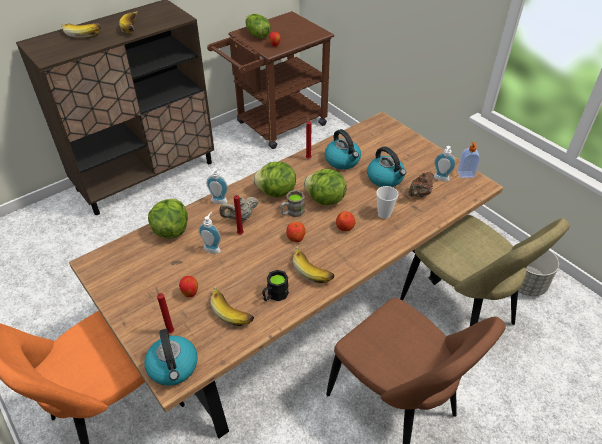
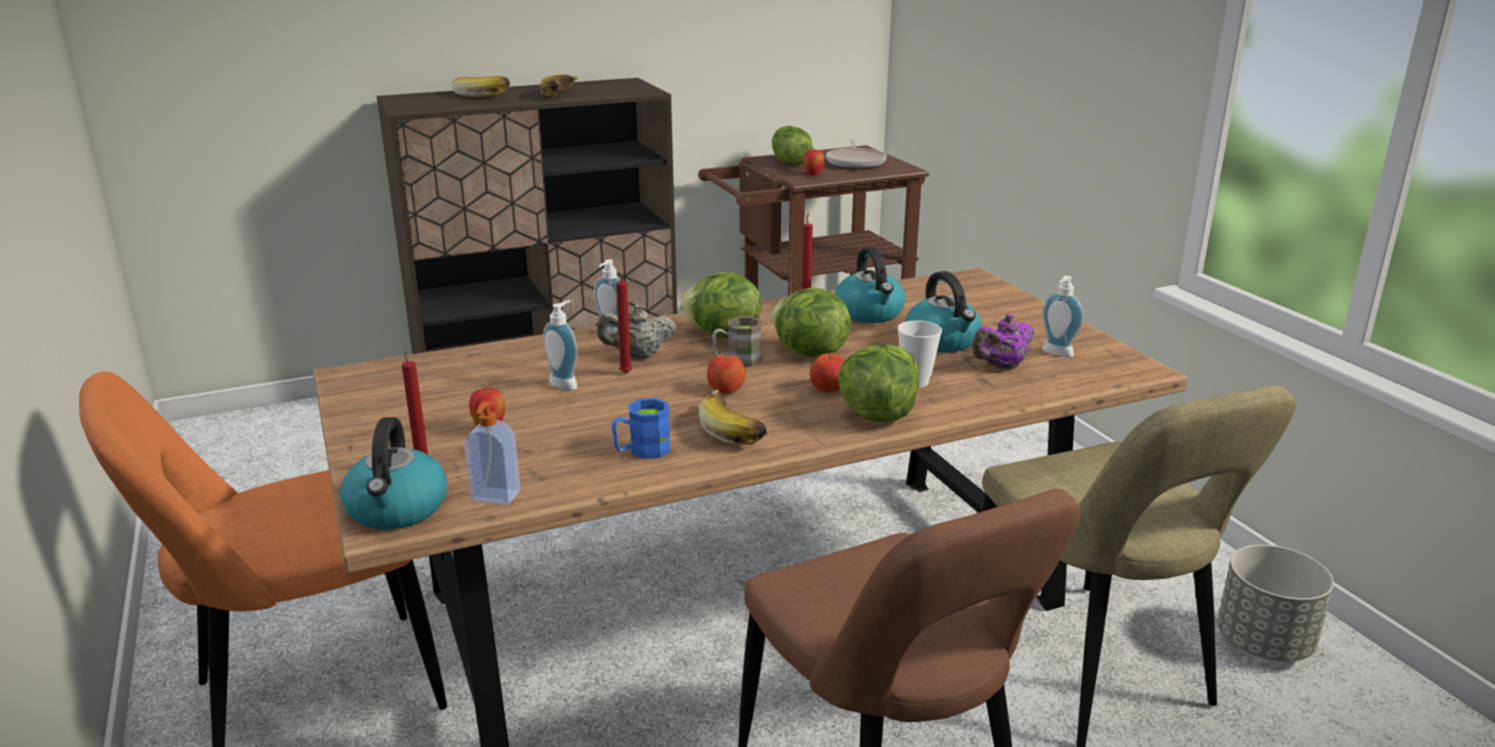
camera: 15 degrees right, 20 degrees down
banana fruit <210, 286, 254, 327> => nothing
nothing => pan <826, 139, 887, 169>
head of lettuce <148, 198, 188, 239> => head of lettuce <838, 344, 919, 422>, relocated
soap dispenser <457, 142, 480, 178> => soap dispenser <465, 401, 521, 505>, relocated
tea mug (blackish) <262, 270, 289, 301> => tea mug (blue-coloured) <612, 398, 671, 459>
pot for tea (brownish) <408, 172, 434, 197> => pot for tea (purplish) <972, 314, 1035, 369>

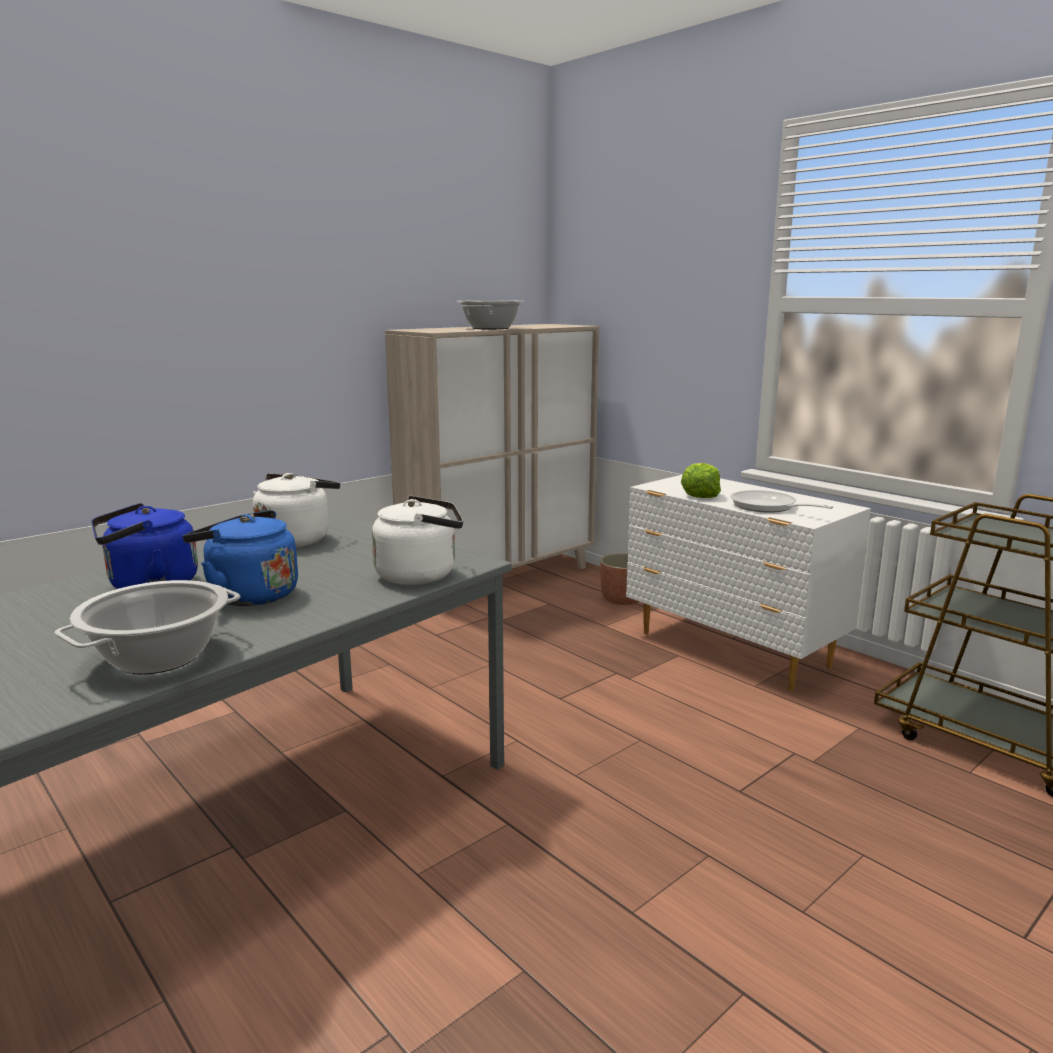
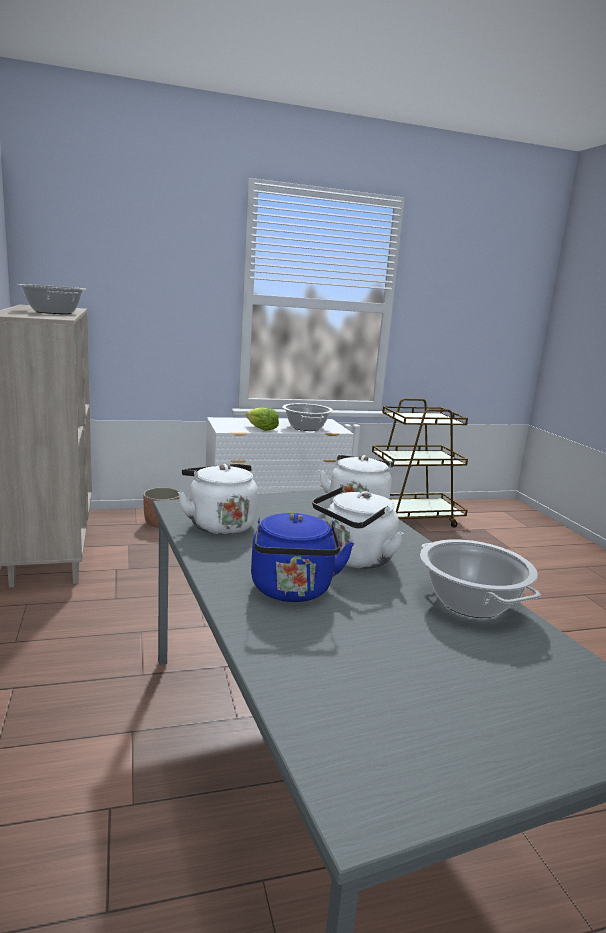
camera: 65 degrees left, 0 degrees up
pan <730, 490, 833, 513> => saucepot <282, 403, 333, 431>
tea kettle (blue-coloured) <182, 510, 298, 606> => tea kettle (white-coloured) <312, 487, 404, 569>

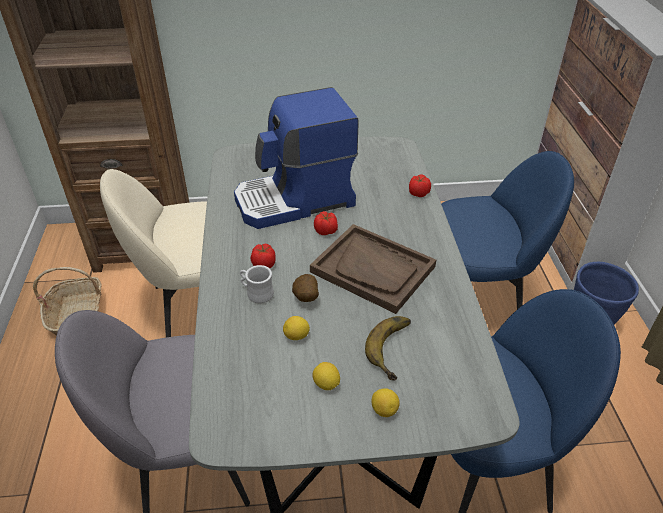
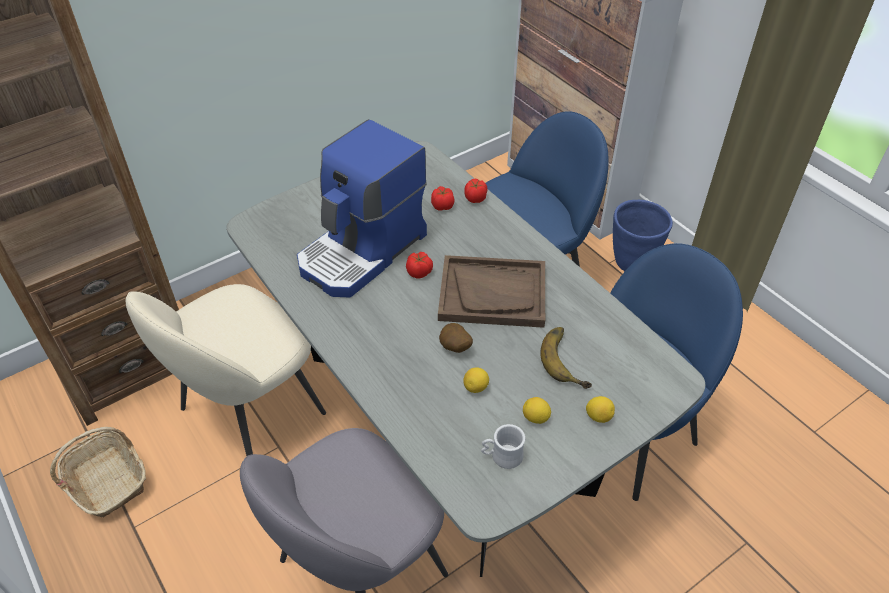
camera: 30 degrees left, 5 degrees up
tea mug (white-coloured) <240, 265, 274, 304> => tea mug (white-coloured) <481, 424, 525, 469>, relocated
tomato <251, 243, 276, 268> => tomato <431, 186, 454, 211>, relocated

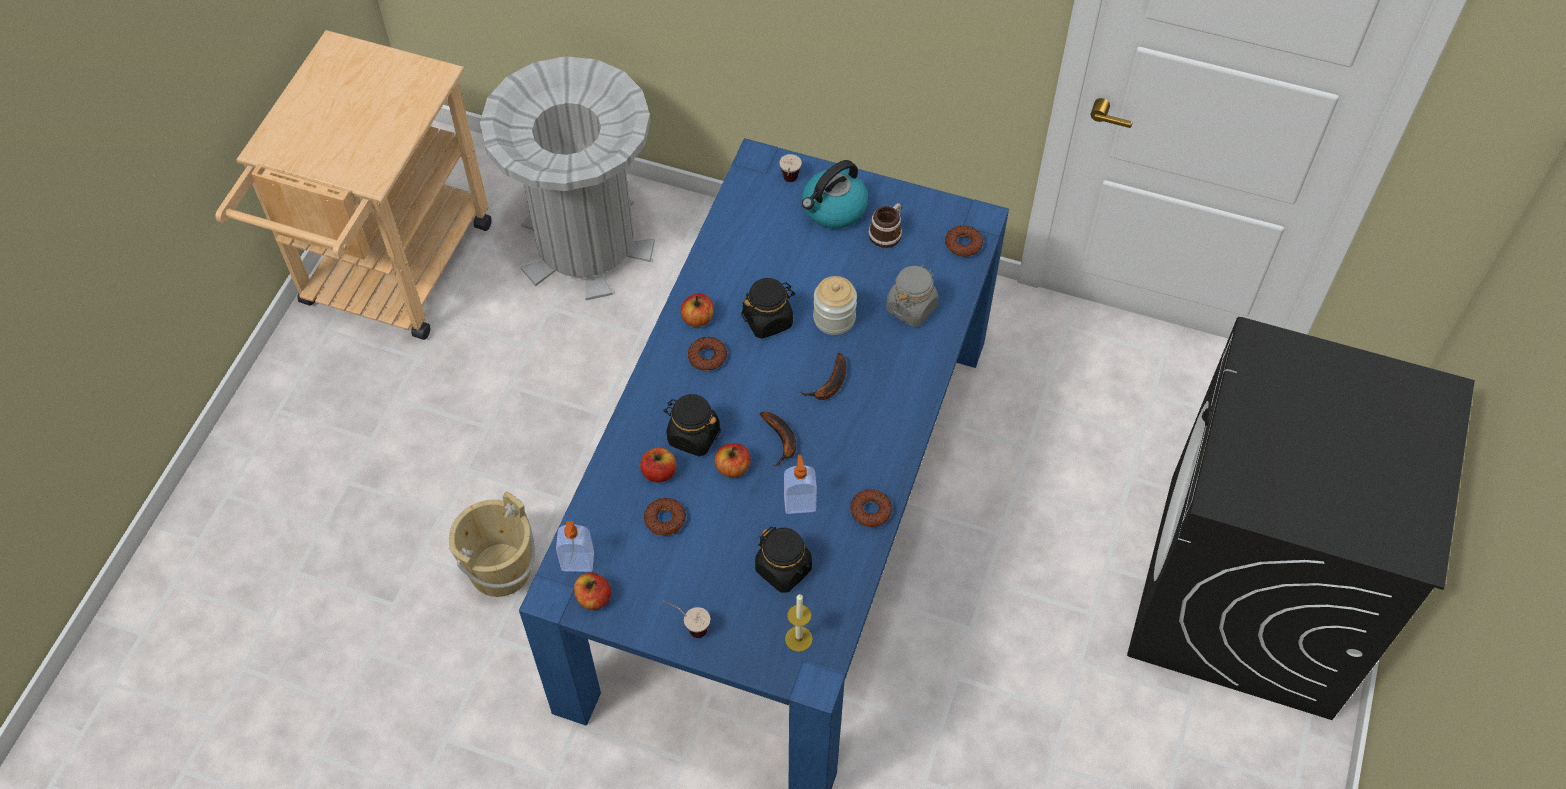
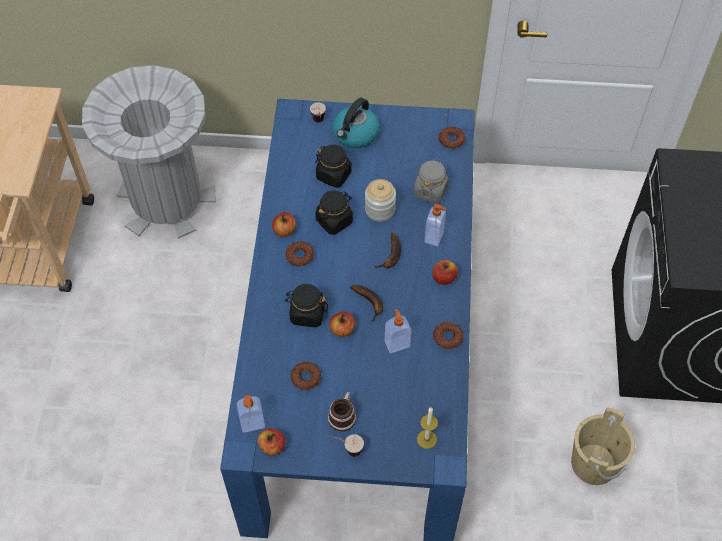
camera: 15 degrees left, 0 degrees up
nothing => soap dispenser <424, 204, 446, 246>
bucket (beige-coloured) <449, 492, 535, 597> => bucket (beige-coloured) <571, 407, 635, 485>, relocated
apple fruit <640, 448, 677, 483> => apple fruit <432, 260, 458, 285>, relocated
preserve jar (blackish) <755, 527, 812, 593> => preserve jar (blackish) <315, 145, 352, 188>, relocated
tea mug <868, 203, 902, 248> => tea mug <328, 392, 356, 432>, relocated

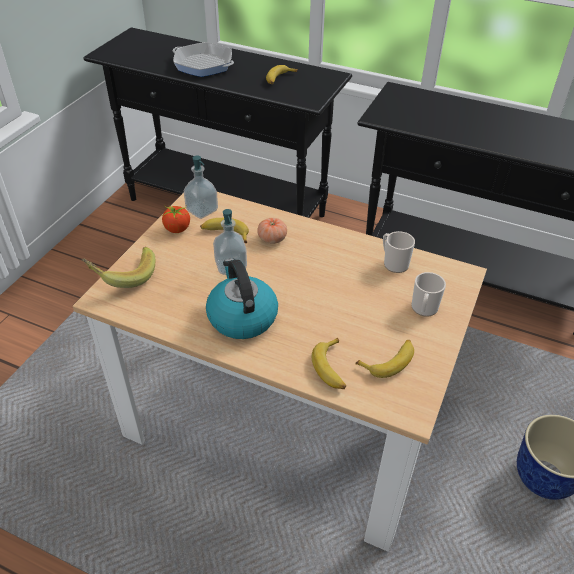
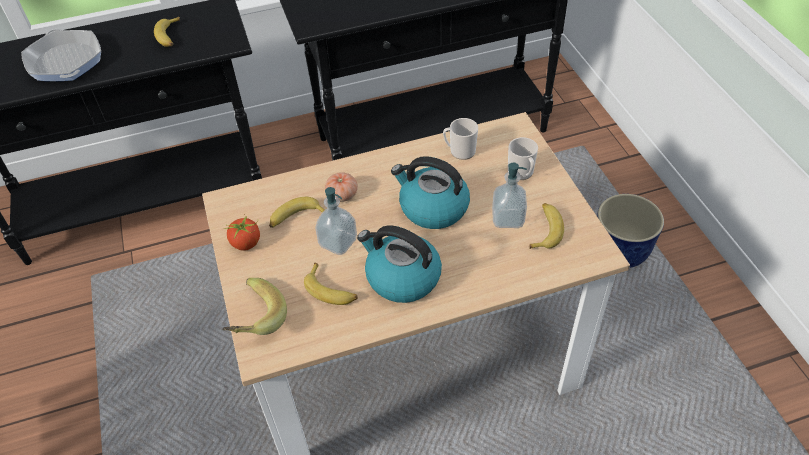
camera: 40 degrees left, 5 degrees up
nothing => tea kettle <391, 156, 470, 229>
soap dispenser <184, 155, 218, 219> => soap dispenser <492, 162, 527, 228>, relocated
banana fruit <312, 337, 346, 389> => banana fruit <304, 262, 358, 305>, relocated
pan <173, 42, 234, 77> => pan <21, 29, 101, 81>, 75 degrees clockwise

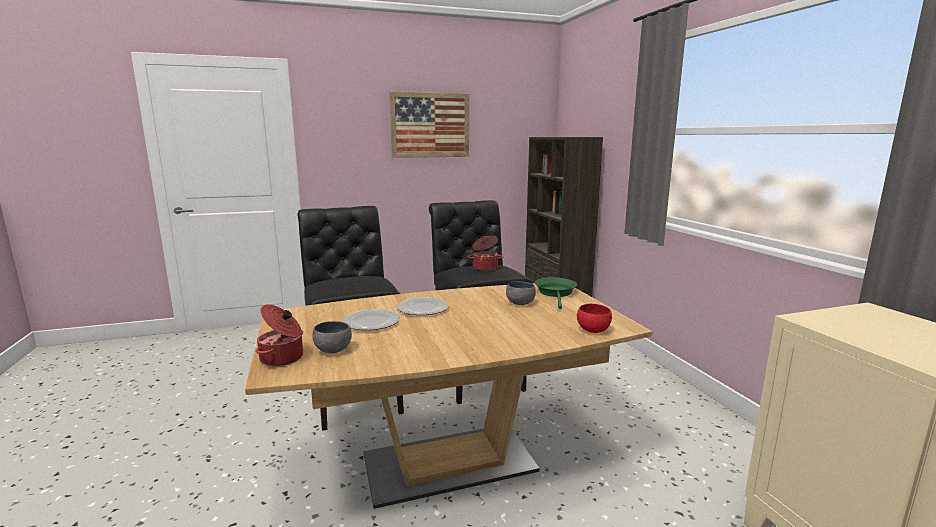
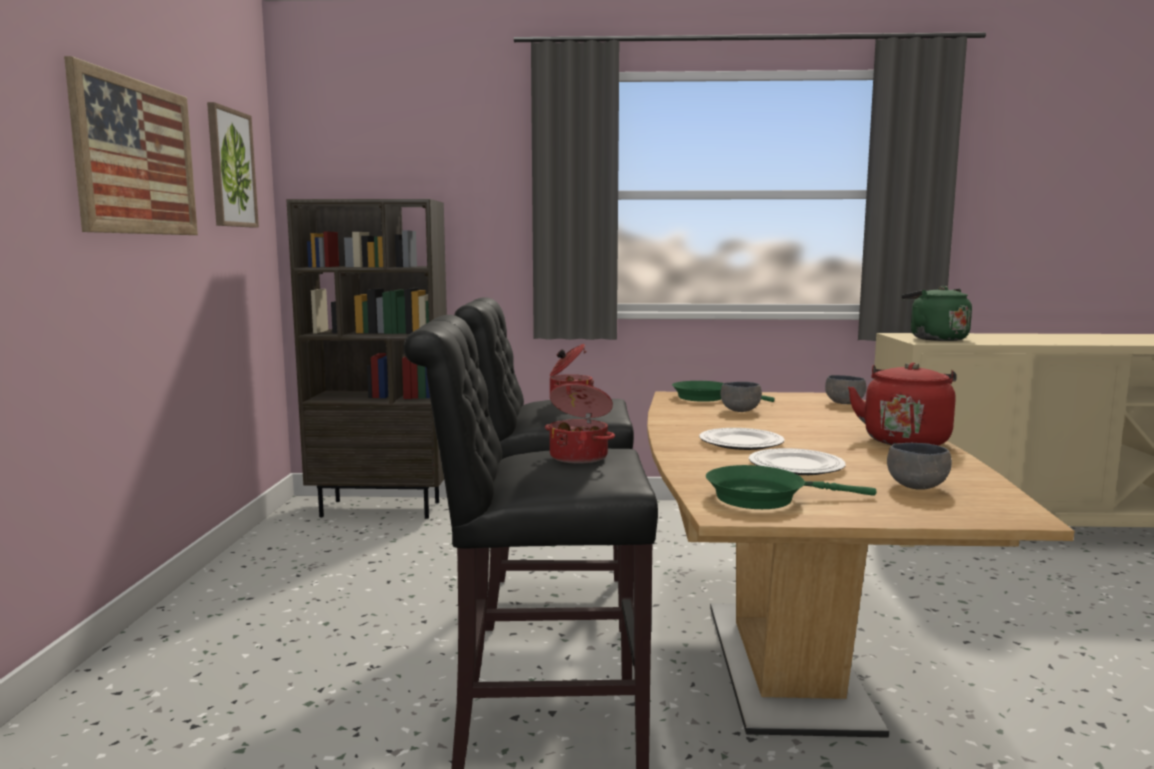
camera: 70 degrees left, 5 degrees down
nothing => wall art <207, 102, 259, 228>
nothing => pan (green) <706, 465, 877, 509>
nothing => tea kettle (red-coloured) <848, 362, 957, 446>
nothing => tea kettle (green) <901, 286, 972, 341>
saucepot <255, 304, 303, 366> => saucepot <545, 383, 615, 464>, relocated
serving bowl (red-coloured) <577, 304, 612, 333> => serving bowl (greyish) <825, 375, 866, 404>

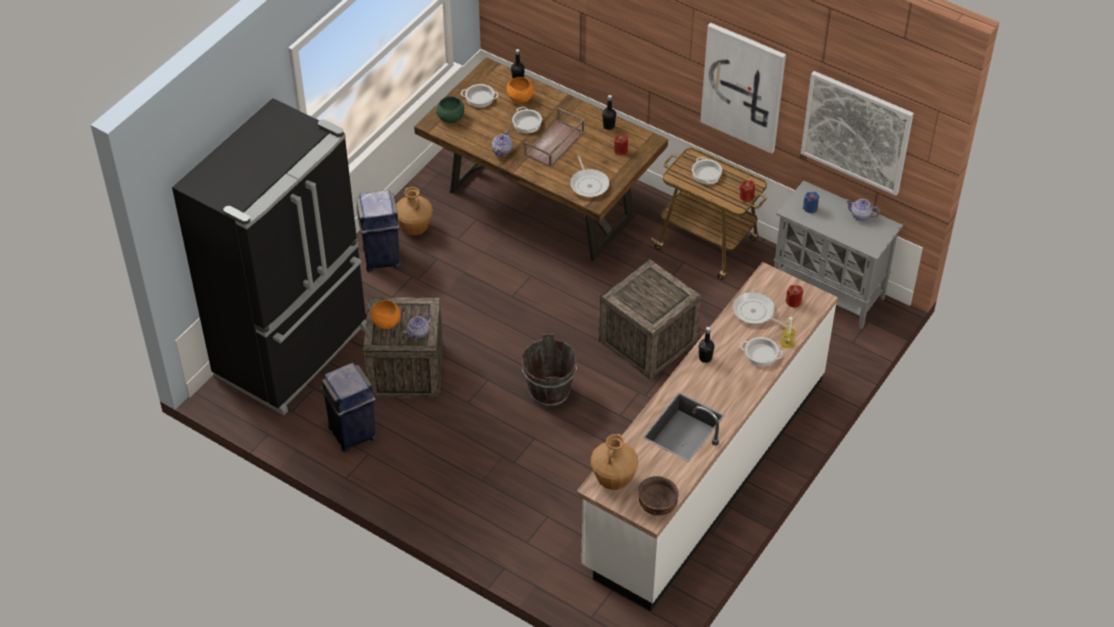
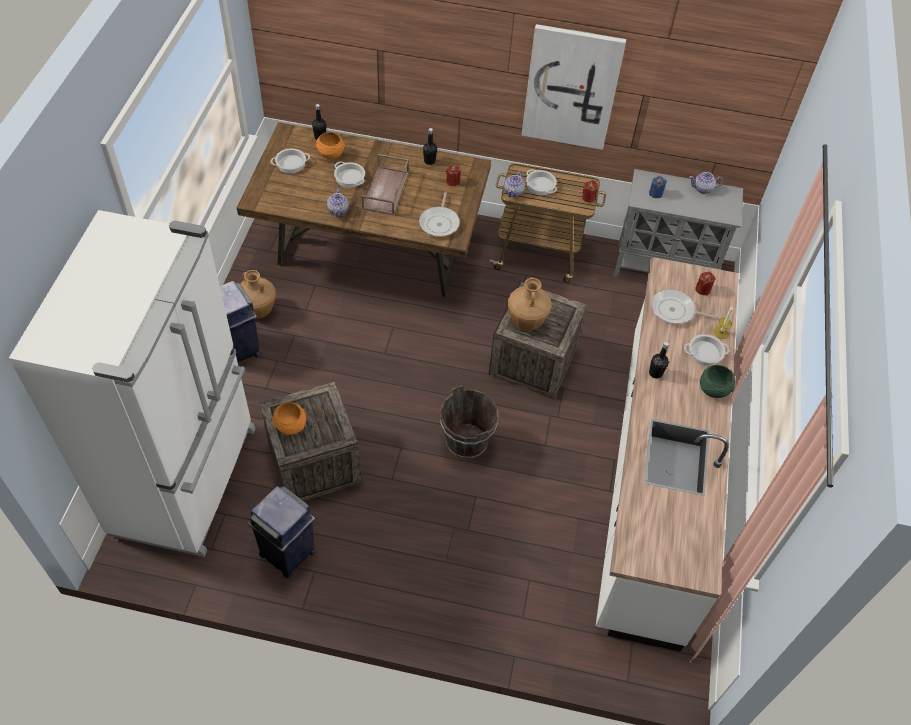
camera: 25 degrees left, 5 degrees up
serving bowl (brownish) <638, 476, 678, 516> => nothing
wall art <801, 71, 914, 196> => nothing
pot for tea <404, 313, 432, 339> => pot for tea <504, 171, 525, 197>, relocated
serving bowl (green) <436, 96, 464, 123> => serving bowl (green) <700, 365, 735, 398>, relocated
vase (brownish) <591, 434, 638, 490> => vase (brownish) <508, 277, 552, 331>, relocated
kitchen fridge (blackish) <172, 98, 366, 415> => kitchen fridge (white-coloured) <9, 210, 256, 557>
pan <570, 155, 609, 197> => pan <419, 192, 460, 237>, 45 degrees clockwise

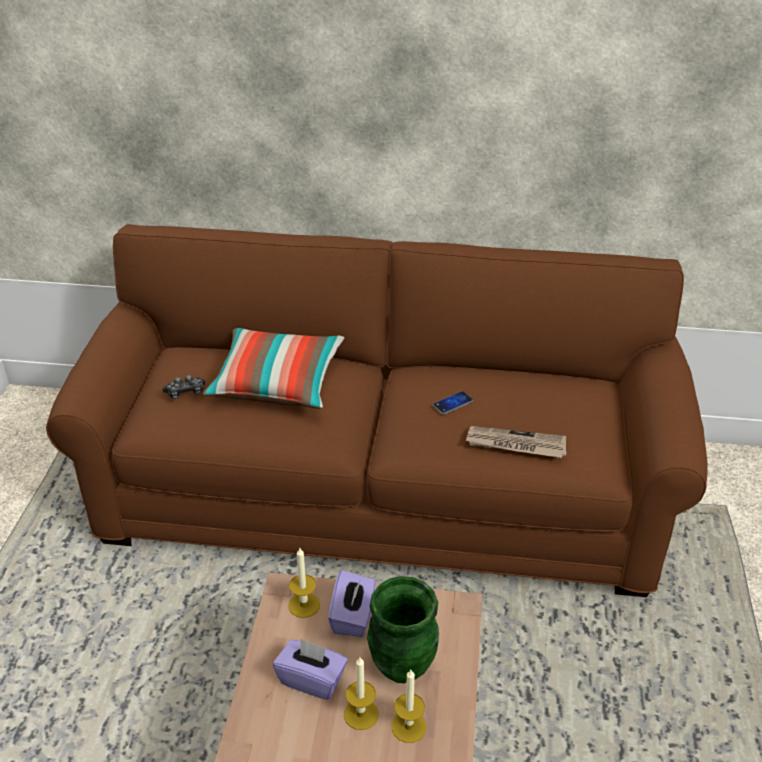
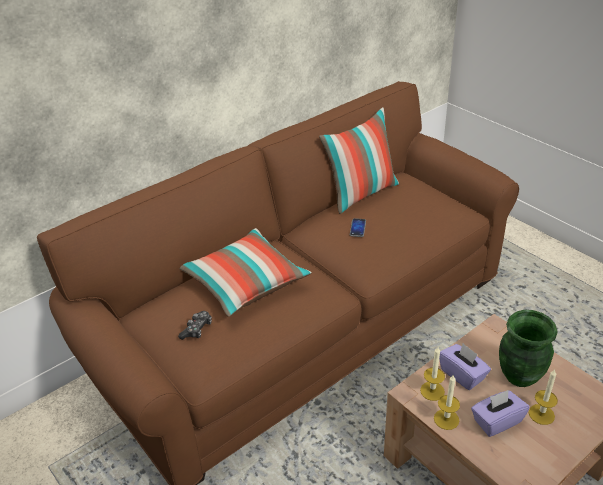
camera: 45 degrees left, 0 degrees up
daily paper <466, 426, 567, 458> => nothing
nothing => cushion <319, 107, 399, 214>
wax light <392, 670, 427, 743> => wax light <434, 375, 460, 430>, relocated

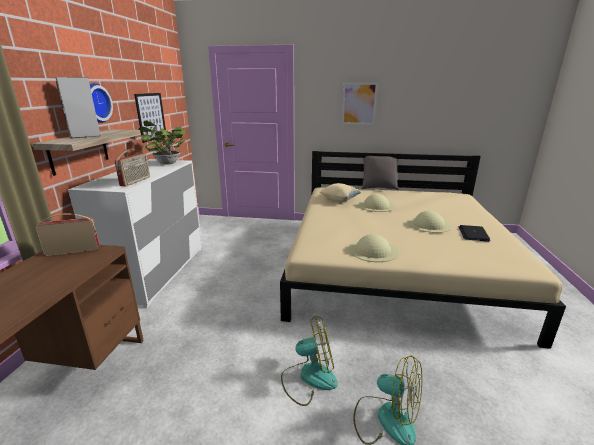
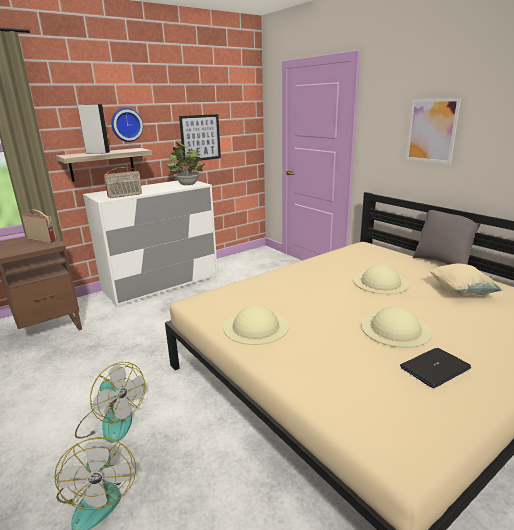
camera: 45 degrees right, 0 degrees up
cushion (beige-coloured) <319, 183, 361, 202> => cushion (beige-coloured) <429, 264, 504, 297>, relocated

